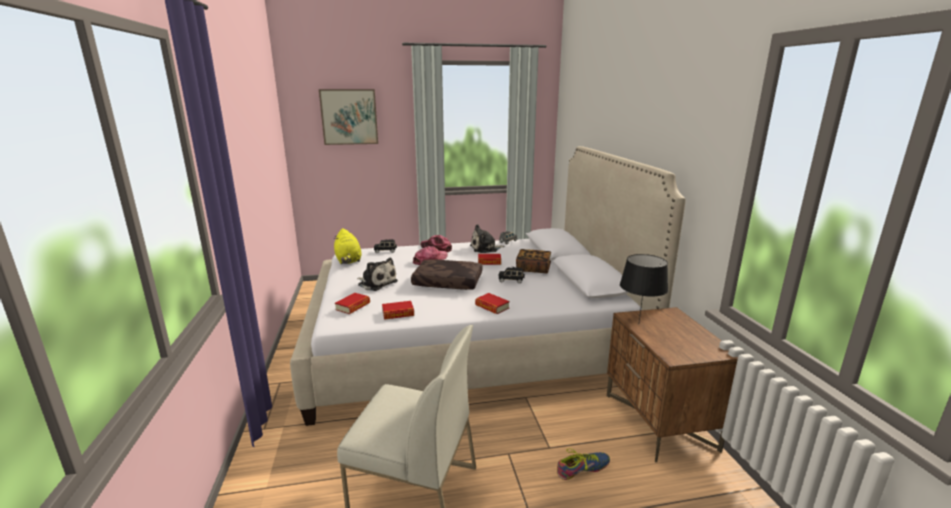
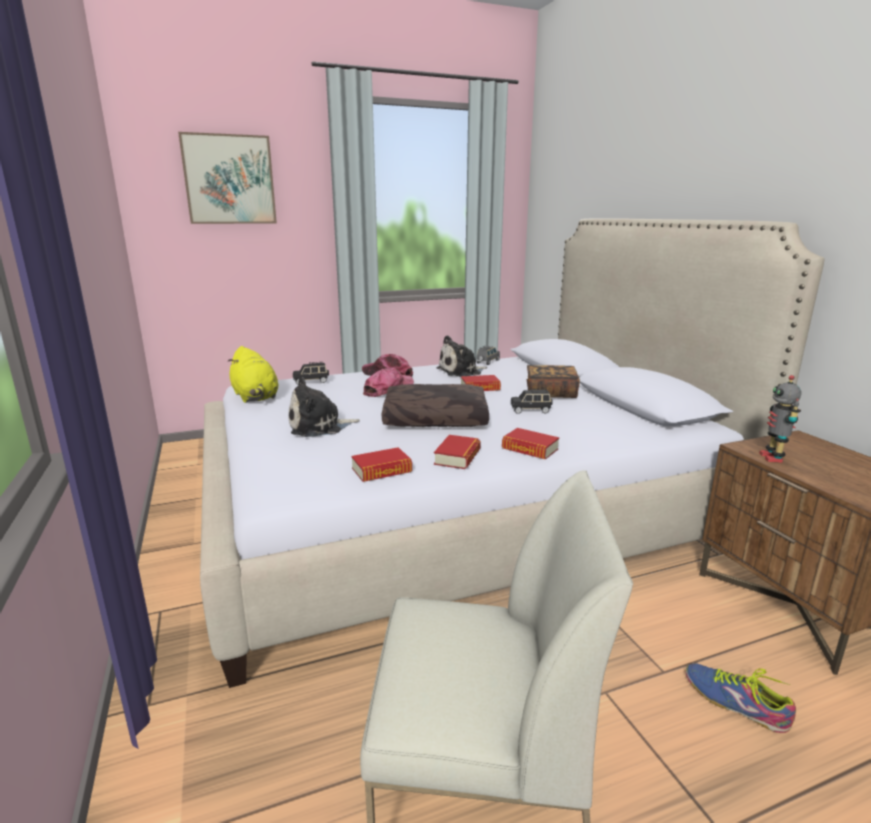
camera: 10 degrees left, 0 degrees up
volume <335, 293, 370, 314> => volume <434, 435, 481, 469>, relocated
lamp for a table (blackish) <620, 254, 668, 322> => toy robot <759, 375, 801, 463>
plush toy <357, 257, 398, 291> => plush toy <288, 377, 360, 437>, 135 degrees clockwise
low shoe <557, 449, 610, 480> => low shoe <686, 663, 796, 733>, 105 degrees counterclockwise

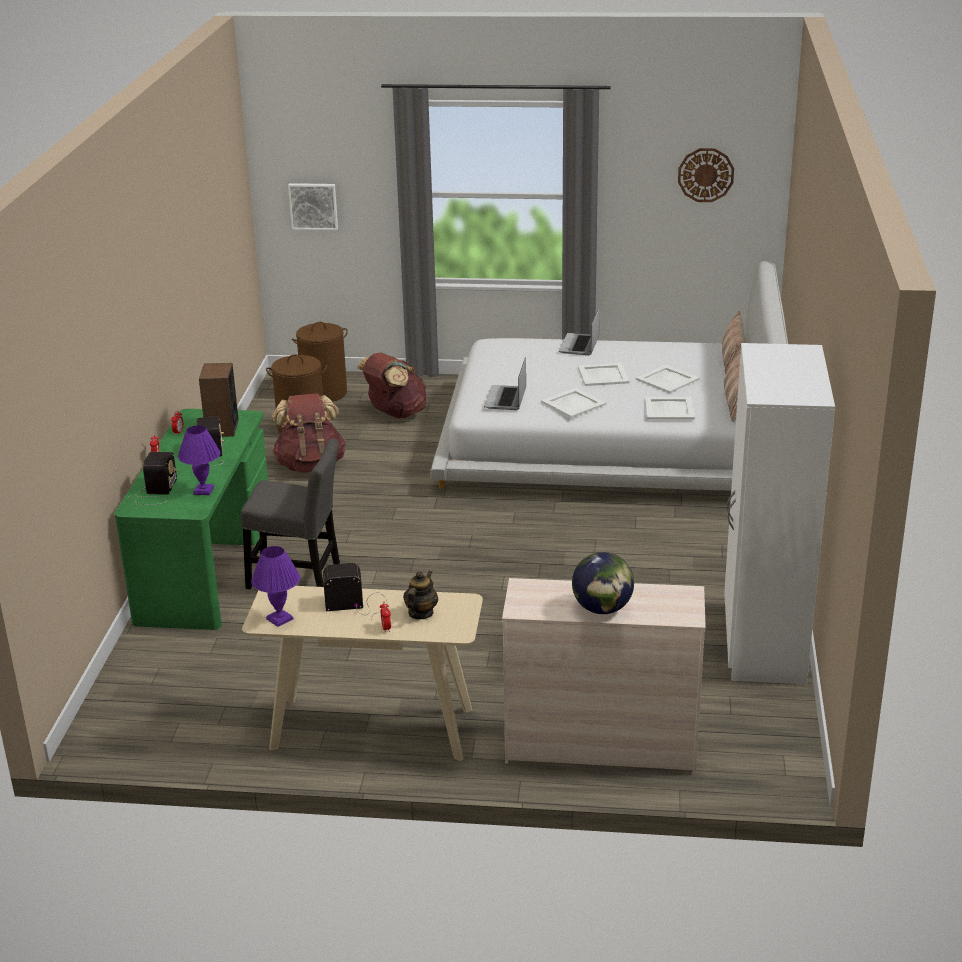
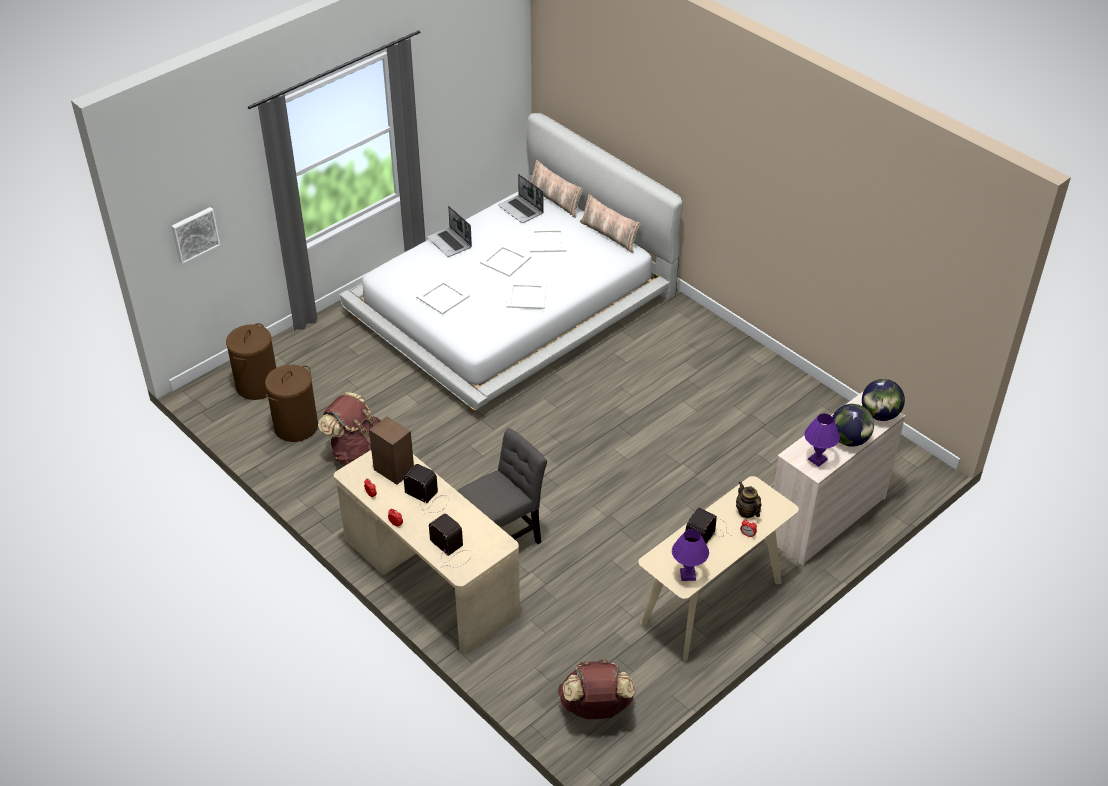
camera: 50 degrees left, 15 degrees up
wall clock <678, 148, 734, 202> => nothing
armoire (white-coloured) <724, 343, 835, 684> => nothing
nothing => globe <862, 379, 905, 421>
lamp for a table (purplish) <178, 425, 220, 495> => lamp for a table (purplish) <804, 413, 840, 467>, relocated
backpack (brownish) <356, 353, 427, 418> => backpack (brownish) <558, 659, 635, 719>, relocated
portable computer <484, 357, 526, 410> => portable computer <498, 174, 544, 223>, relocated
carrying tray (white-coloured) <645, 397, 695, 420> => carrying tray (white-coloured) <416, 279, 470, 315>, relocated
desk unit (green) <114, 409, 268, 630> => desk unit (beige-coloured) <334, 450, 520, 655>

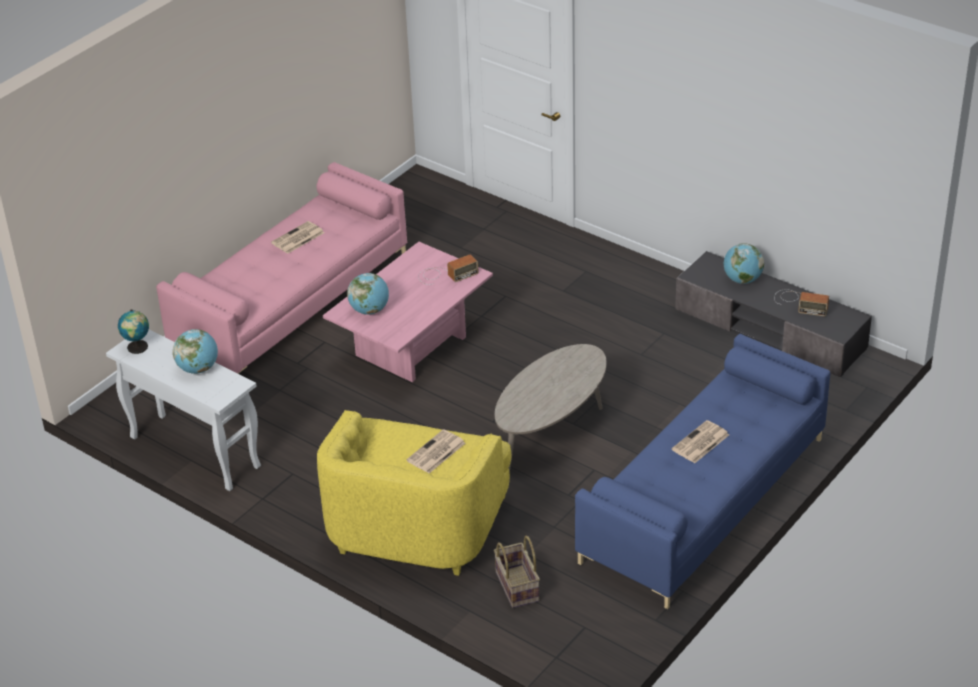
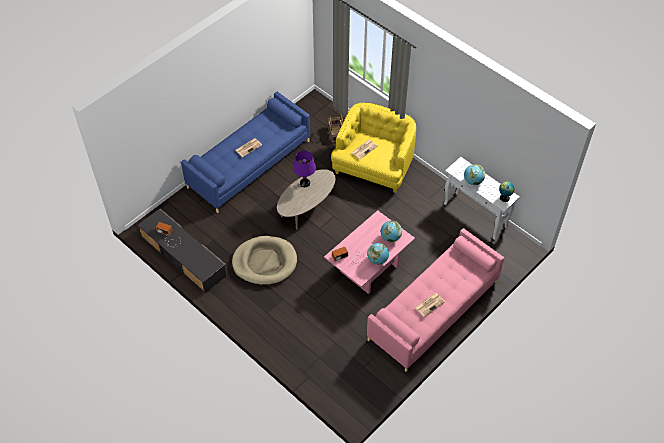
camera: 175 degrees left, 15 degrees up
nothing => pet bed (beige-coloured) <232, 236, 297, 285>
nothing => lamp for a table (purplish) <293, 150, 316, 187>
globe <724, 243, 764, 284> => globe <367, 243, 389, 265>, relocated

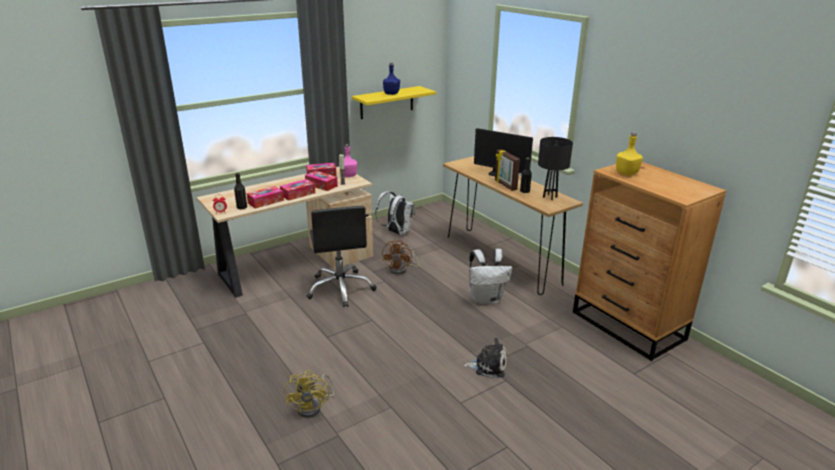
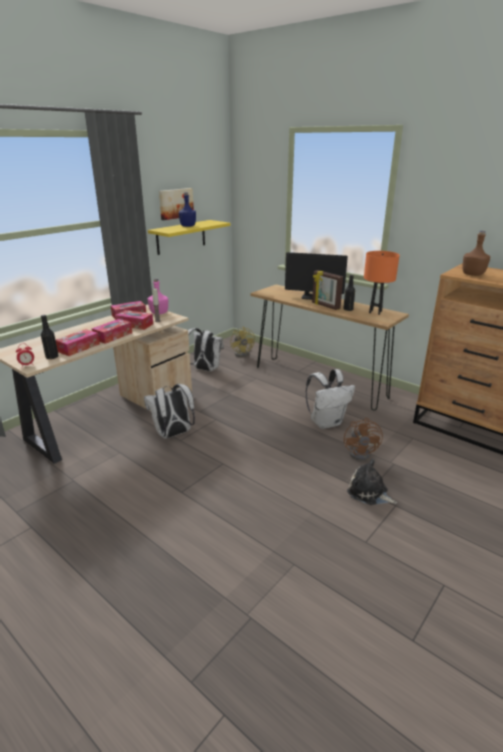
camera: 15 degrees left, 0 degrees up
nothing => wall art <159, 188, 194, 220>
electric fan (yellowish) <284, 370, 334, 418> => electric fan (yellowish) <231, 327, 255, 357>, relocated
electric fan (brownish) <382, 239, 420, 275> => electric fan (brownish) <344, 418, 383, 461>, relocated
office chair (blackish) <306, 206, 377, 307> => backpack (white-coloured) <144, 384, 195, 438>
lamp for a table (blackish) <538, 137, 573, 200> => lamp for a table (orange-coloured) <364, 251, 400, 315>
beverage bottle (yellowish) <616, 132, 643, 175> => beverage bottle (brownish) <462, 231, 490, 276>
plush toy <463, 338, 507, 378> => plush toy <347, 459, 397, 505>, 135 degrees counterclockwise

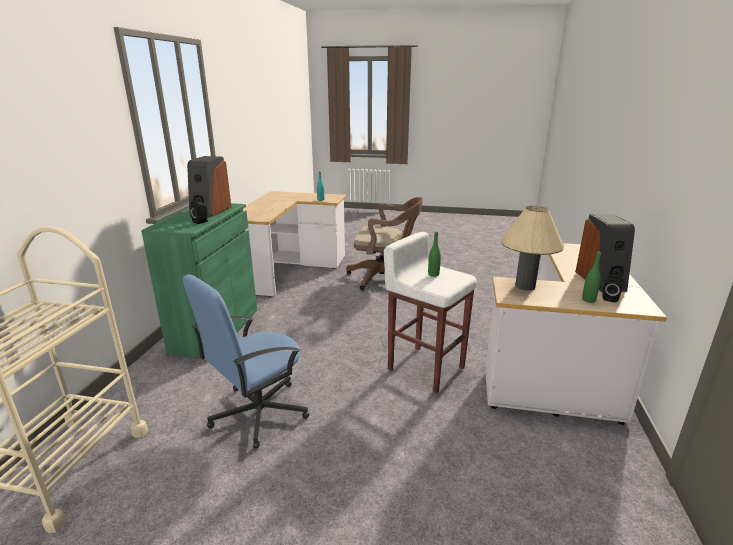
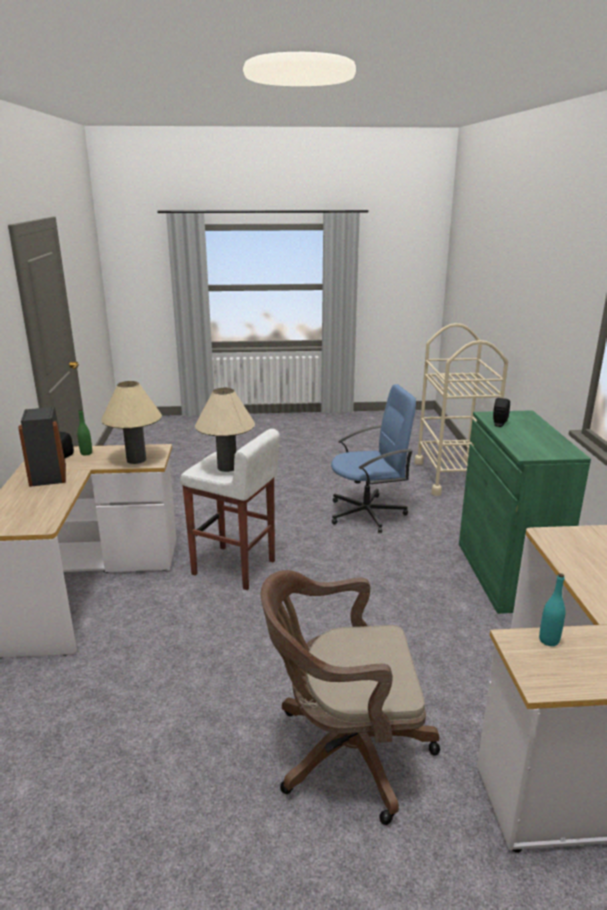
camera: 165 degrees right, 0 degrees up
audio speaker <187, 156, 231, 218> => nothing
beverage bottle (green) <428, 232, 441, 277> => lamp for a table (beige-coloured) <195, 388, 255, 472>
office chair (blue-coloured) <183, 274, 309, 449> => office chair (blue-coloured) <331, 384, 416, 533>, 45 degrees clockwise

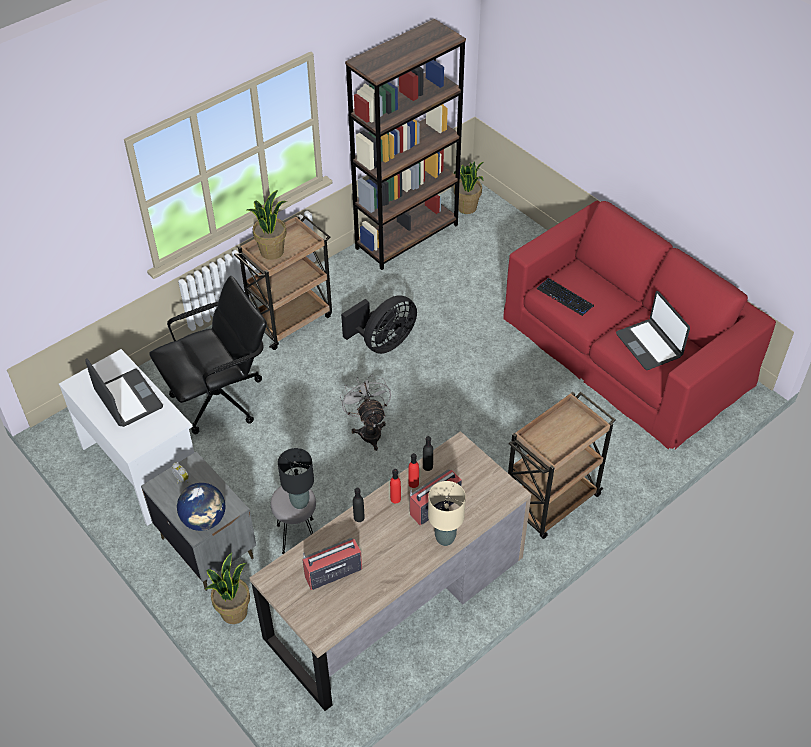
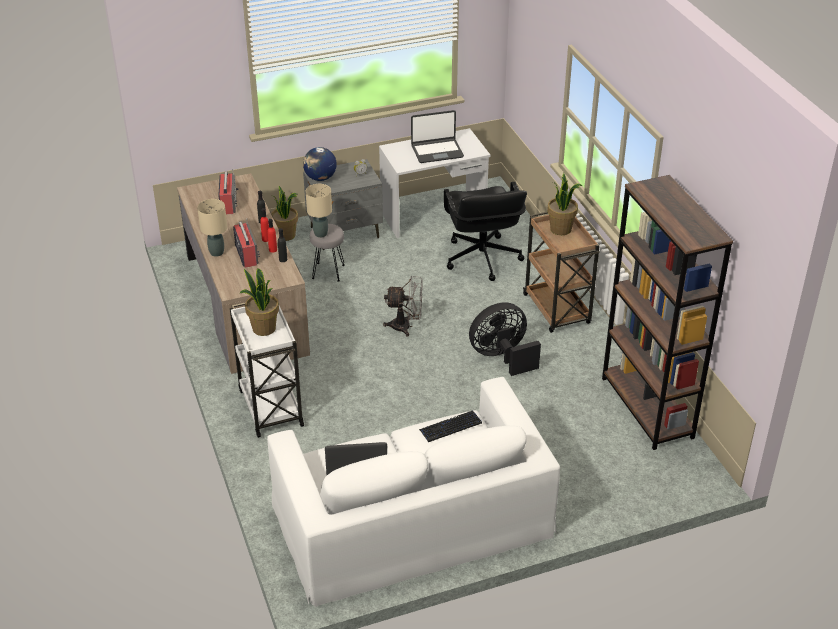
camera: 110 degrees right, 10 degrees down
plant in a pot <454, 161, 484, 214> => plant in a pot <239, 268, 279, 336>, relocated
lamp for a table (blackish) <278, 448, 314, 509> => lamp for a table (beige-coloured) <306, 184, 332, 238>
couch (red-coloured) <503, 201, 776, 450> => couch (white-coloured) <267, 377, 560, 607>
wheeled cart (brownish) <508, 392, 615, 539> => wheeled cart (white-coloured) <230, 302, 304, 438>
electric fan (blackish) <341, 295, 417, 354> => electric fan (blackish) <469, 302, 541, 376>, 90 degrees clockwise

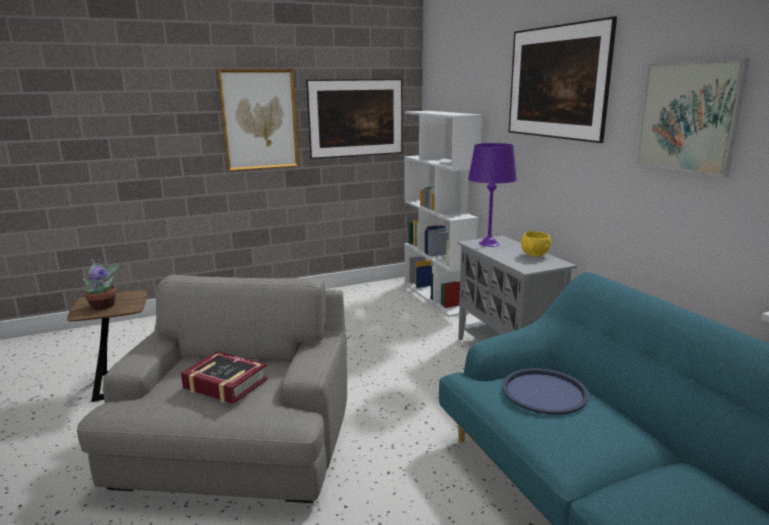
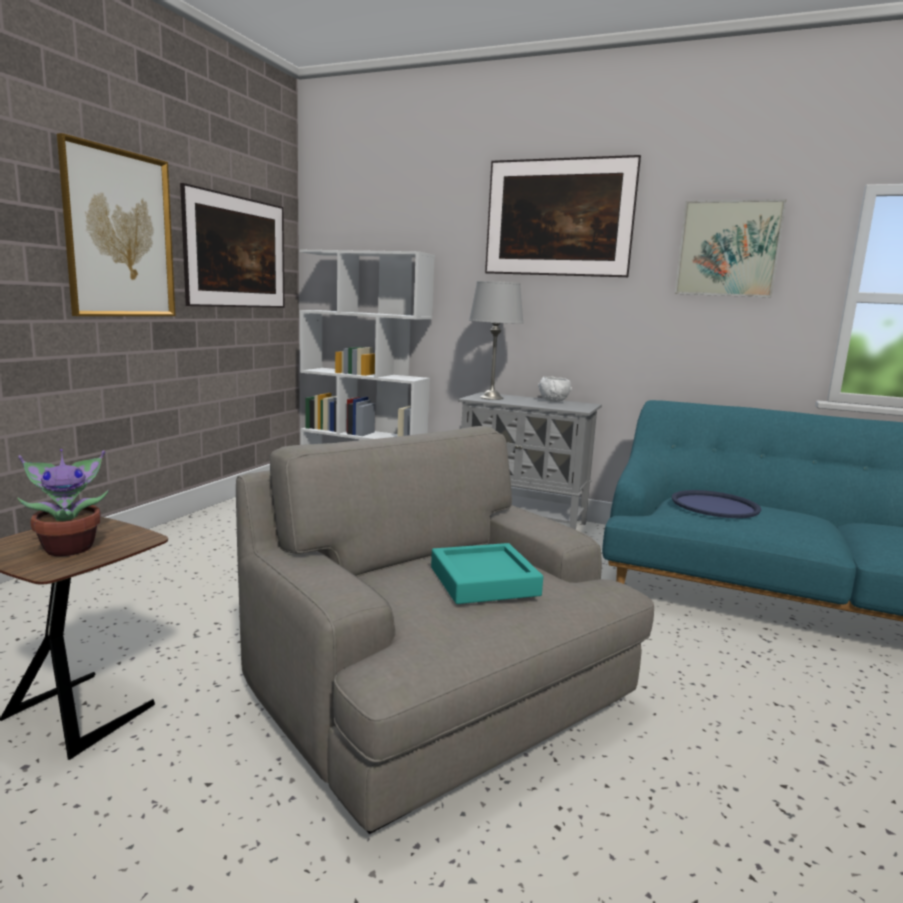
camera: 45 degrees left, 5 degrees down
volume <181, 351, 268, 404> => carrying tray (turquoise-coloured) <431, 543, 543, 604>
lamp for a table (purplish) <468, 143, 517, 247> => lamp for a table (greyish) <469, 281, 524, 400>
serving bowl (yellowish) <521, 231, 551, 257> => serving bowl (white-coloured) <538, 376, 572, 402>

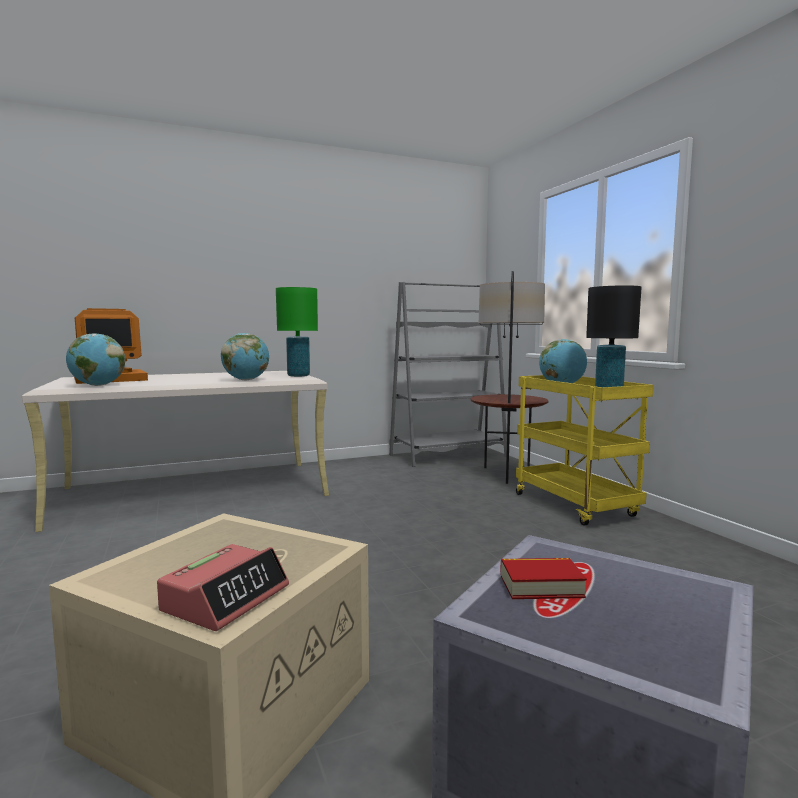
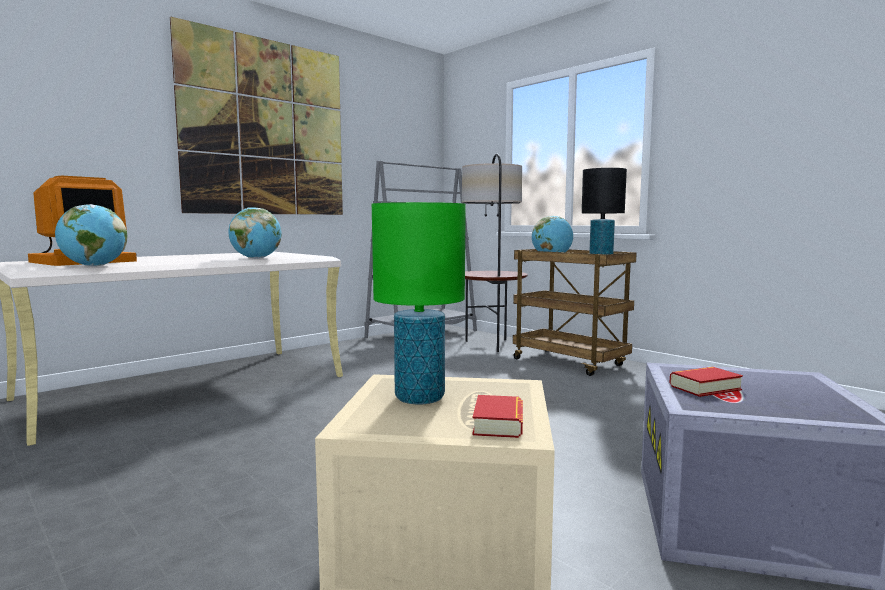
camera: 20 degrees left, 0 degrees up
nothing => wall art <170, 17, 343, 215>
lamp for a table (green) <276, 287, 318, 377> => lamp for a table (green) <372, 202, 466, 405>, relocated
bedside clock <157, 544, 289, 631> => volume <472, 395, 523, 438>
wheeled cart (yellowish) <516, 375, 653, 526> => wheeled cart (brownish) <513, 249, 637, 376>

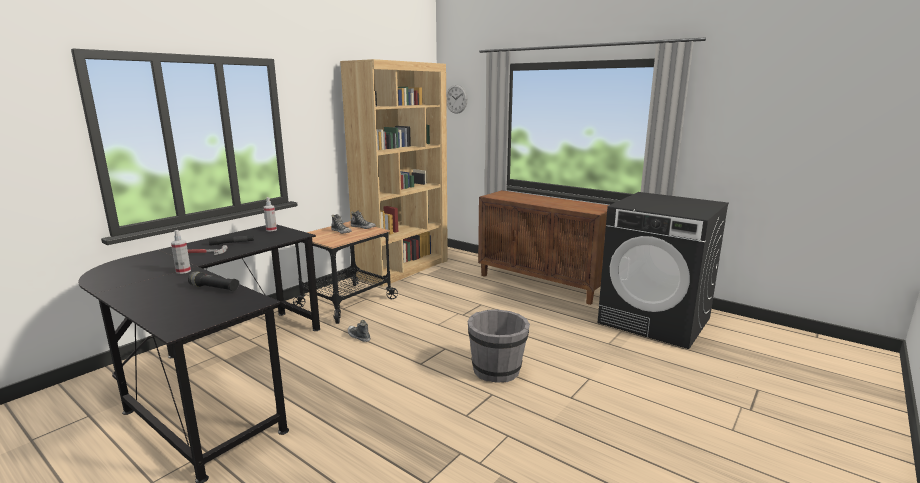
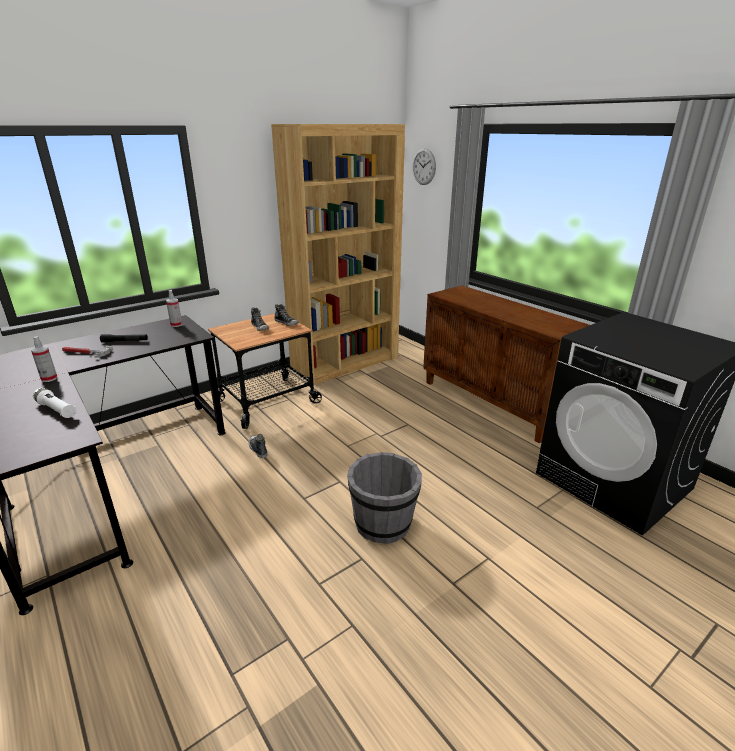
camera: 15 degrees right, 10 degrees up
hand torch (blackish) <188, 272, 240, 291> => hand torch (white-coloured) <33, 388, 77, 418>

